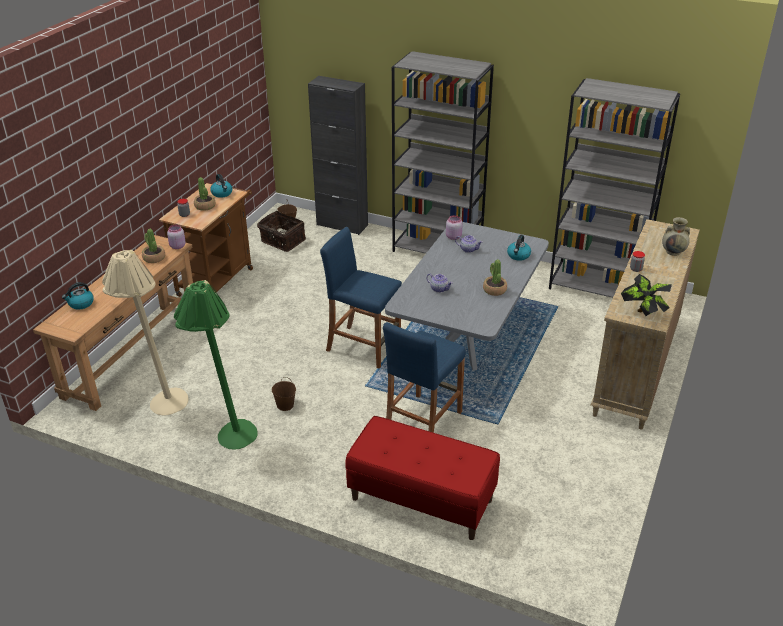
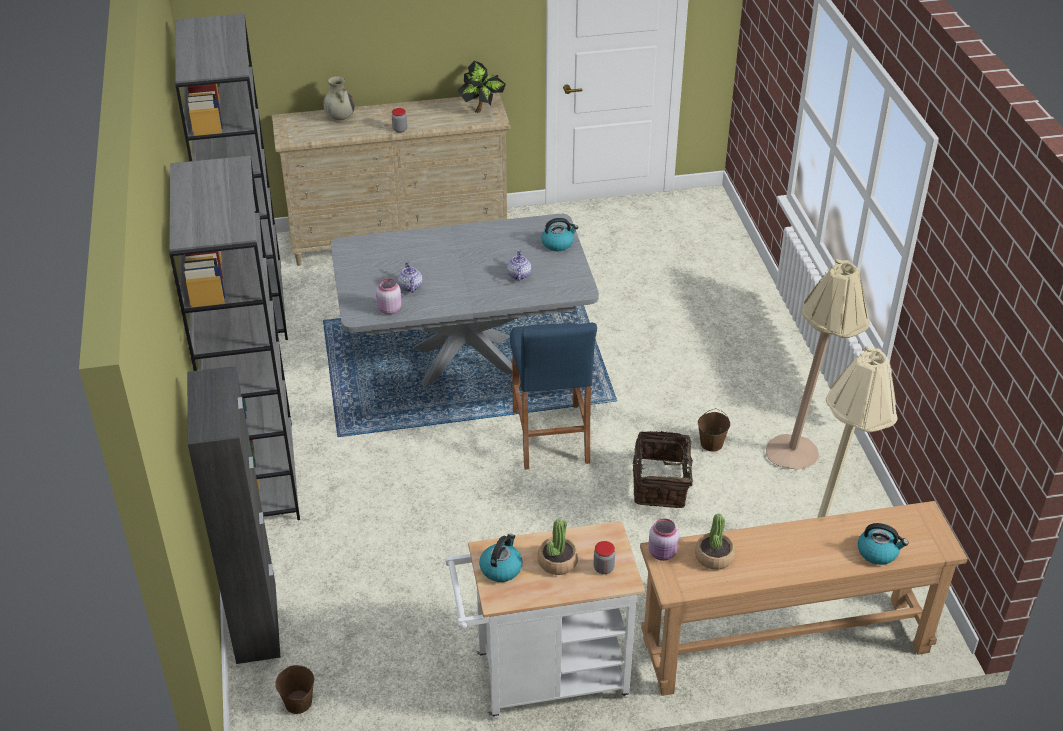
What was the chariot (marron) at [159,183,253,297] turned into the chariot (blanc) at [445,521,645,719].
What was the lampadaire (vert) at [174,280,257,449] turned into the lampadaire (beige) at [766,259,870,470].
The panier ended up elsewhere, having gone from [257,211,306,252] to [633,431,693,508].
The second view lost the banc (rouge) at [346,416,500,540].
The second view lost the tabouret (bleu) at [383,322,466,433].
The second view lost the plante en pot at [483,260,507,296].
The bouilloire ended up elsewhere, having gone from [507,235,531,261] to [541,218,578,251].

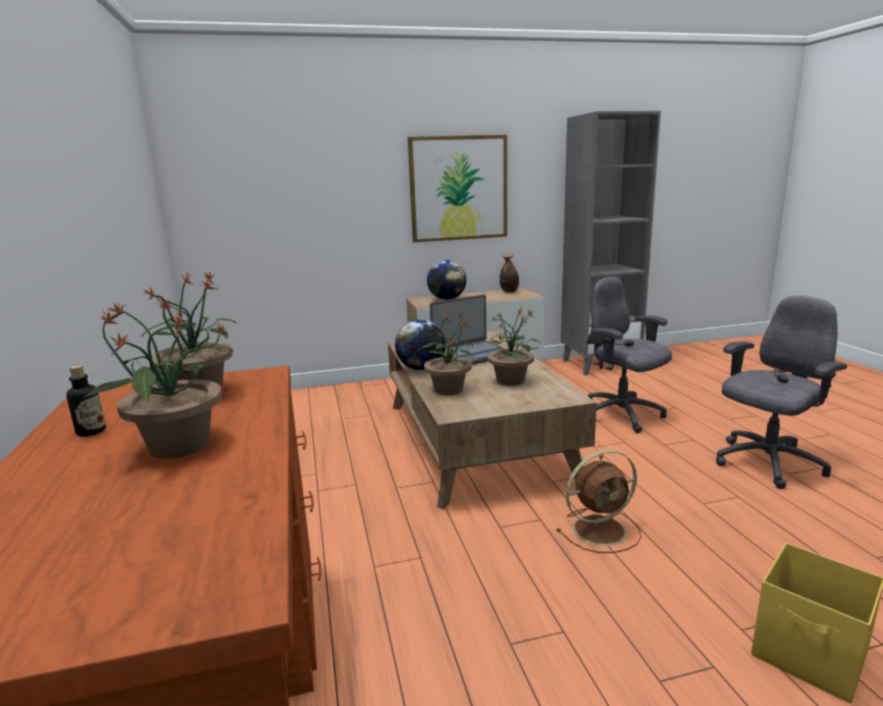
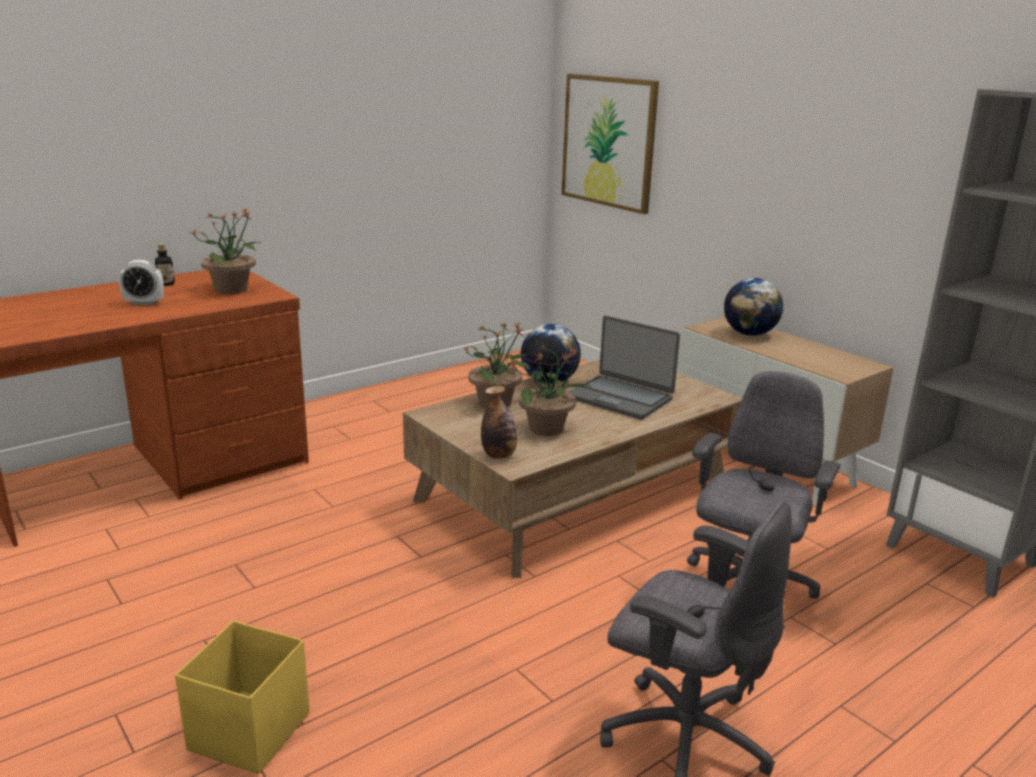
Where the plante en pot stood at [84,297,229,459], the réveil came to stand at [119,260,164,305].
The tableau ended up elsewhere, having gone from [408,135,507,242] to [562,74,659,214].
The bouteille ended up elsewhere, having gone from [500,254,519,293] to [481,386,518,459].
The second view lost the ventilateur (marron) at [557,450,641,553].

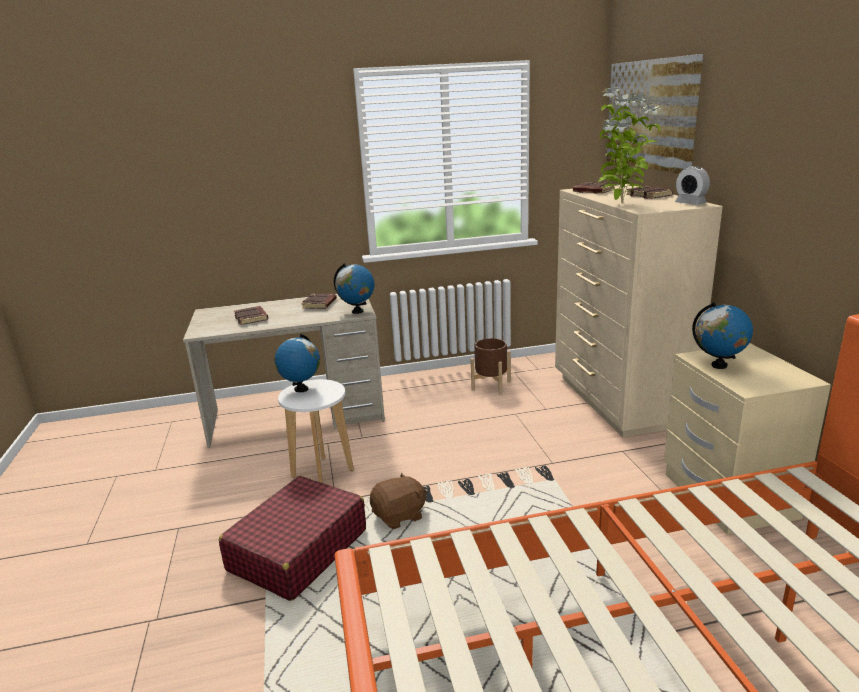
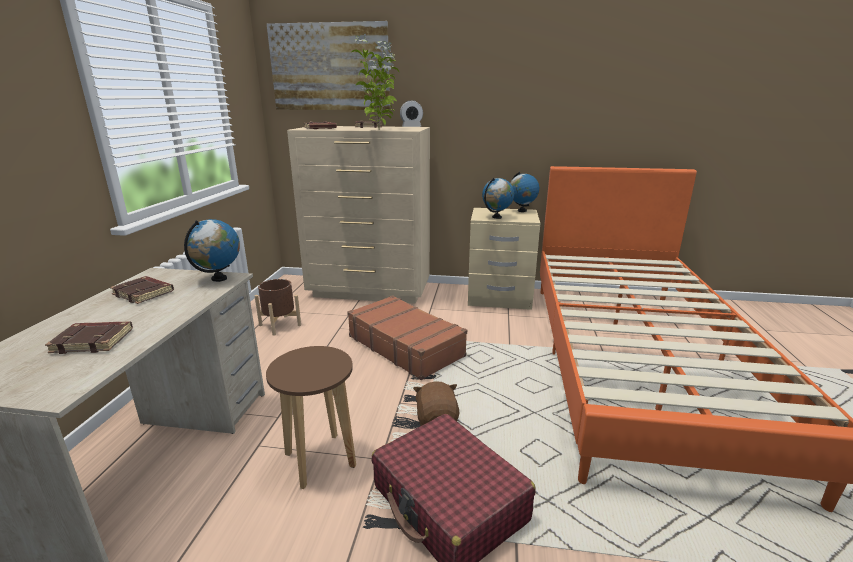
The globe ended up elsewhere, having gone from [275,334,320,392] to [510,172,539,212].
What was the tabouret (blanc) at [278,379,354,483] turned into the tabouret (marron) at [266,346,356,489].
The second view gained the valise (marron) at [347,295,467,380].

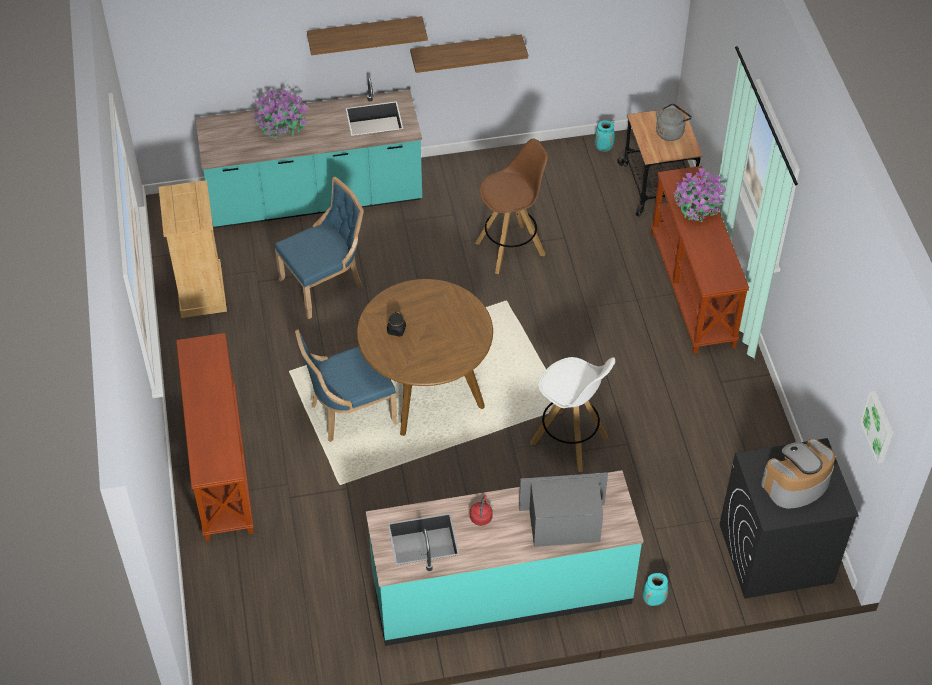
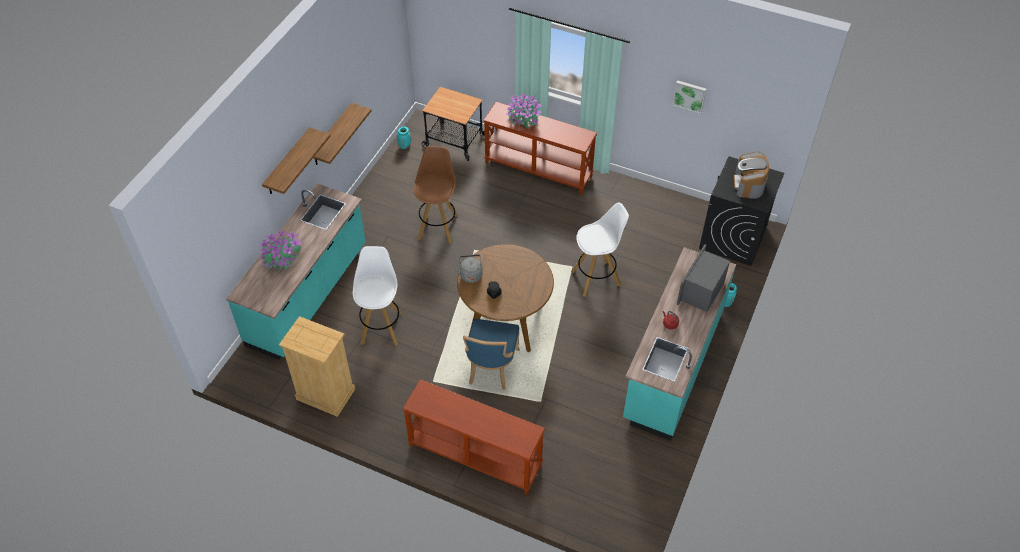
Where the chaise (bleu) stood at [275,177,364,319], the tabouret (blanc) came to stand at [353,246,402,346].
The bouilloire (gris) ended up elsewhere, having gone from [656,103,692,141] to [455,254,483,283].
The tableau ended up elsewhere, having gone from [860,391,894,463] to [672,80,707,114].

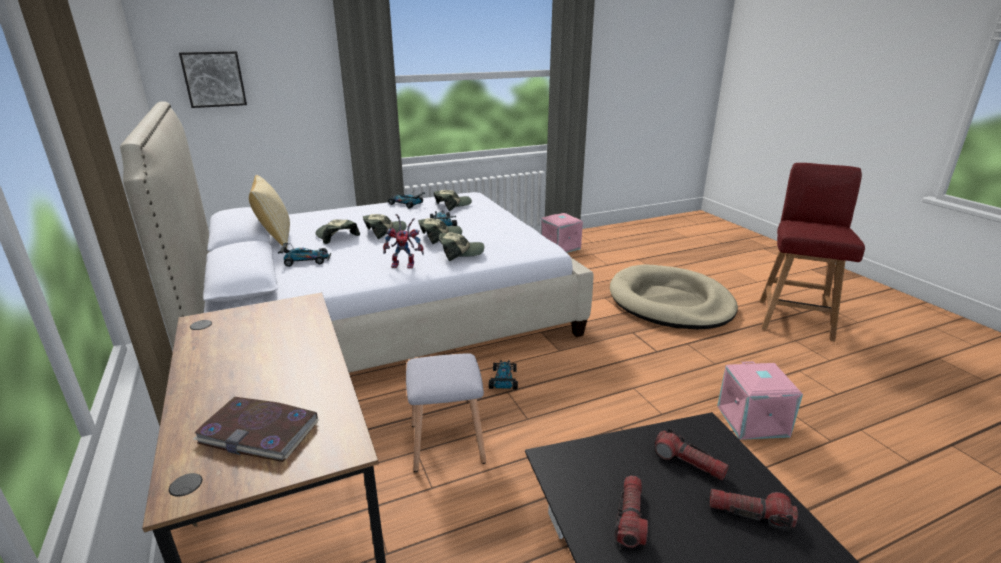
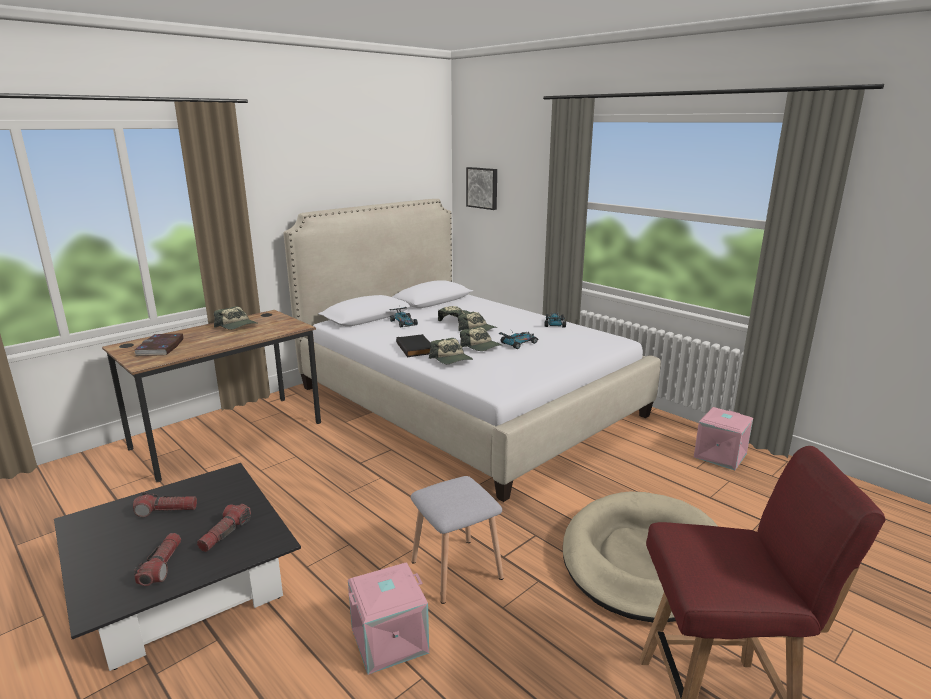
The second view lost the coussin at [249,175,290,249].
Where the robot jouet stood at [383,214,424,268], the livre (noir) came to stand at [396,334,430,357].
The tabouret (gris) ended up elsewhere, having gone from [406,353,486,472] to [411,476,504,604].
The casquette ended up elsewhere, having gone from [434,190,472,211] to [214,306,258,330].
The second view lost the petite voiture at [489,360,518,390].

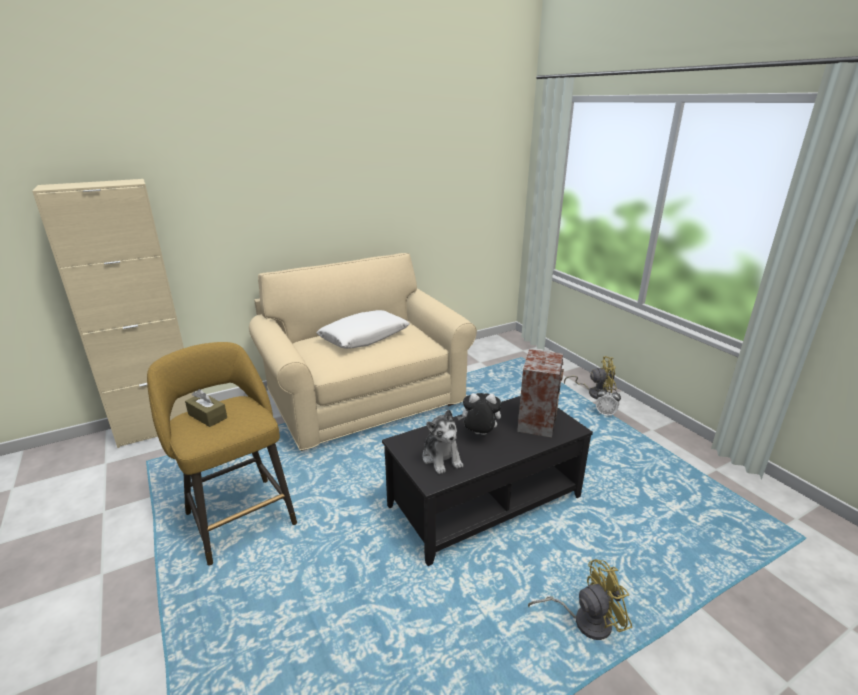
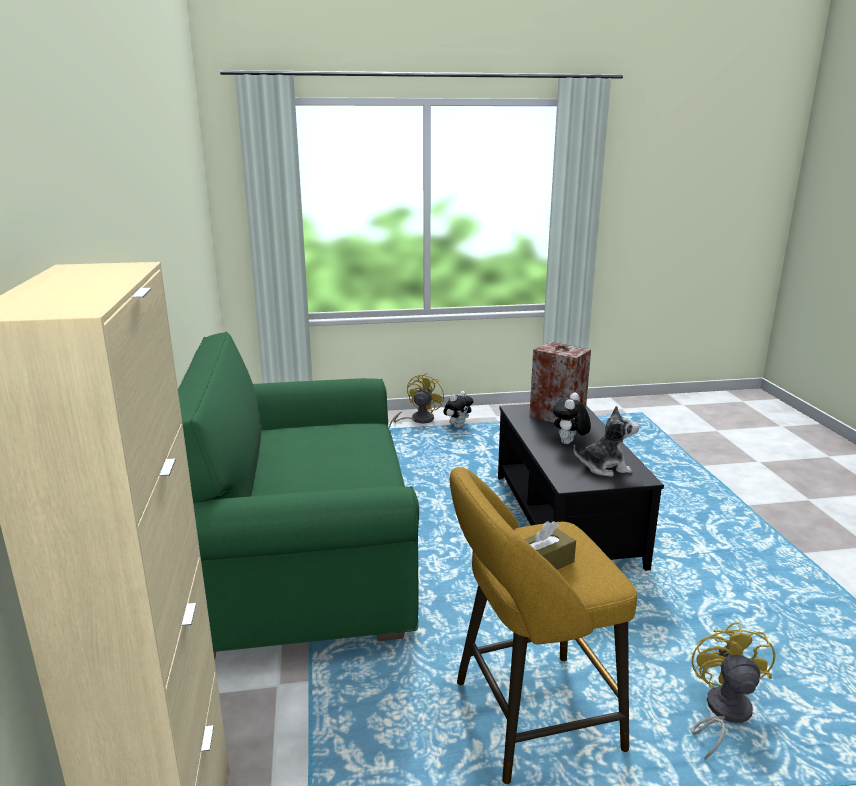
What was the canapé (beige) at [249,253,477,451] turned into the canapé (vert) at [178,331,419,660].
The second view lost the coussin (blanc) at [317,310,410,349].
The ventilateur (jaune) ended up elsewhere, having gone from [528,559,632,640] to [691,622,775,760].
Where the réveil stood at [596,387,621,417], the peluche came to stand at [443,391,473,428].

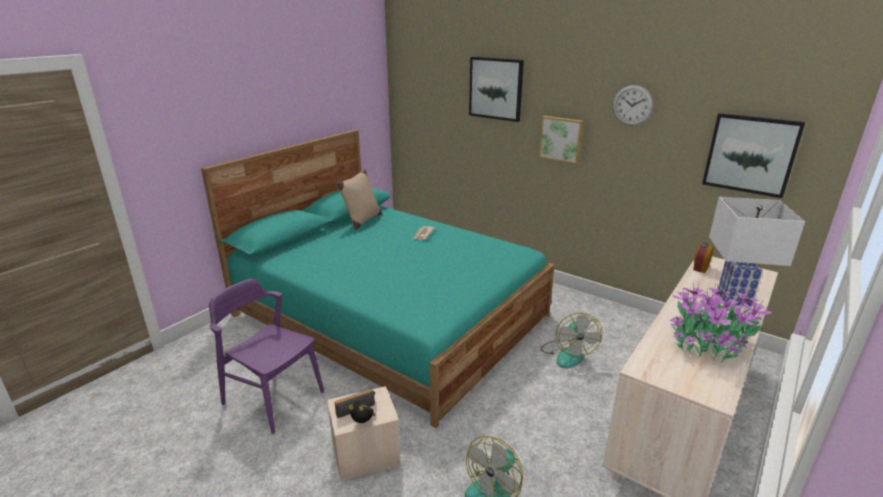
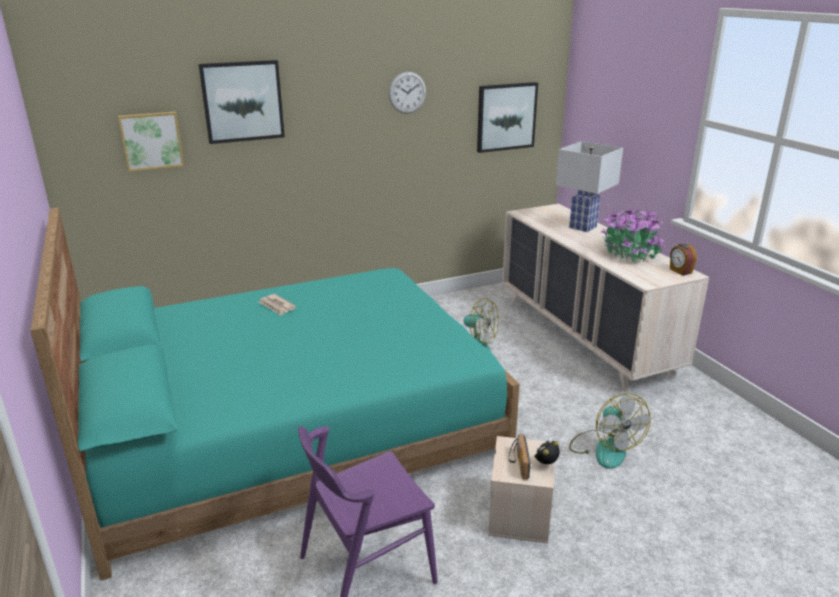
The second view lost the coussin (beige) at [336,169,382,230].
The tableau ended up elsewhere, having gone from [539,116,584,164] to [118,112,184,172].
The réveil ended up elsewhere, having gone from [693,242,714,273] to [670,244,697,276].

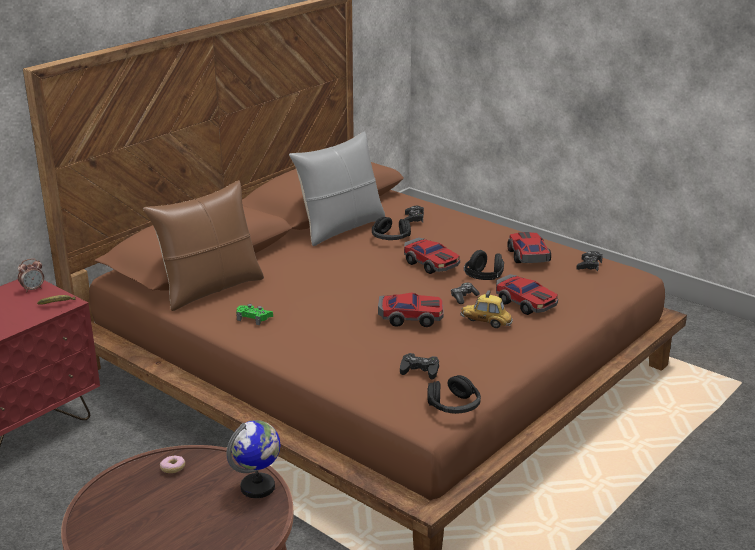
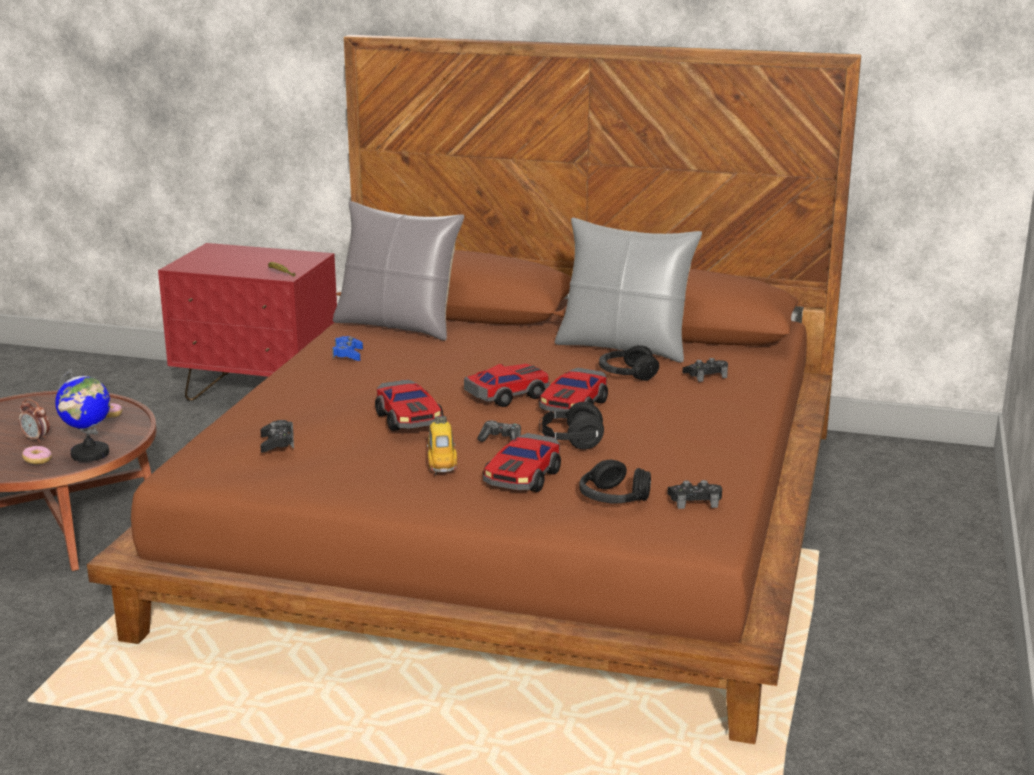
The réveil ended up elsewhere, having gone from [18,259,44,293] to [19,399,50,443].
What was the coussin (marron) at [143,180,264,311] turned into the coussin (gris) at [333,201,464,341].
What was the manette (vert) at [236,304,273,325] turned into the manette (bleu) at [332,336,363,361].
The casque audio (noir) ended up elsewhere, having gone from [427,375,481,414] to [579,460,651,504].
The petite voiture ended up elsewhere, having gone from [507,232,551,263] to [464,364,550,407].
The second view gained the beignet at [22,446,52,464].

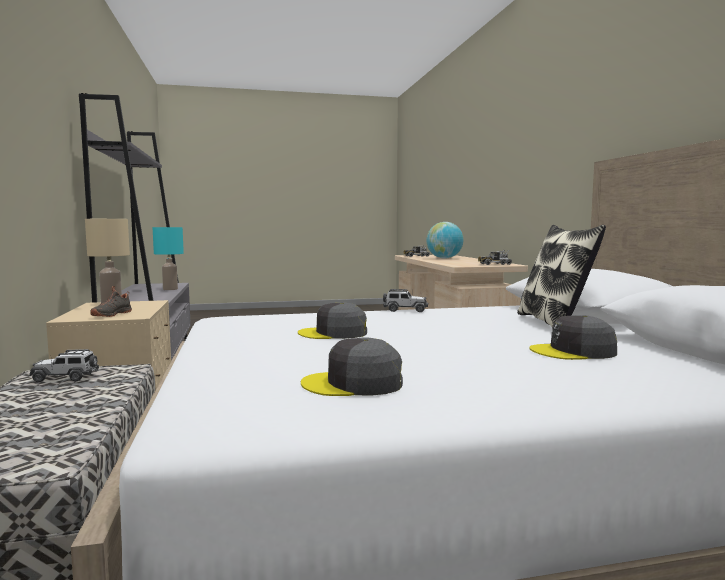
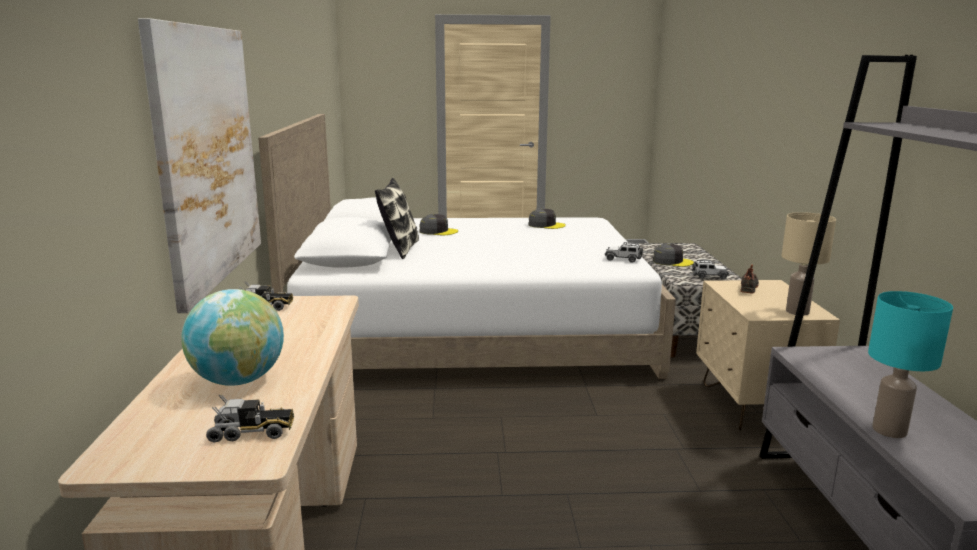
The casquette (gris) ended up elsewhere, having gone from [298,302,367,339] to [653,243,694,267].
The petite voiture ended up elsewhere, having gone from [383,289,428,312] to [605,242,643,263].
The second view gained the tableau at [138,18,261,313].

